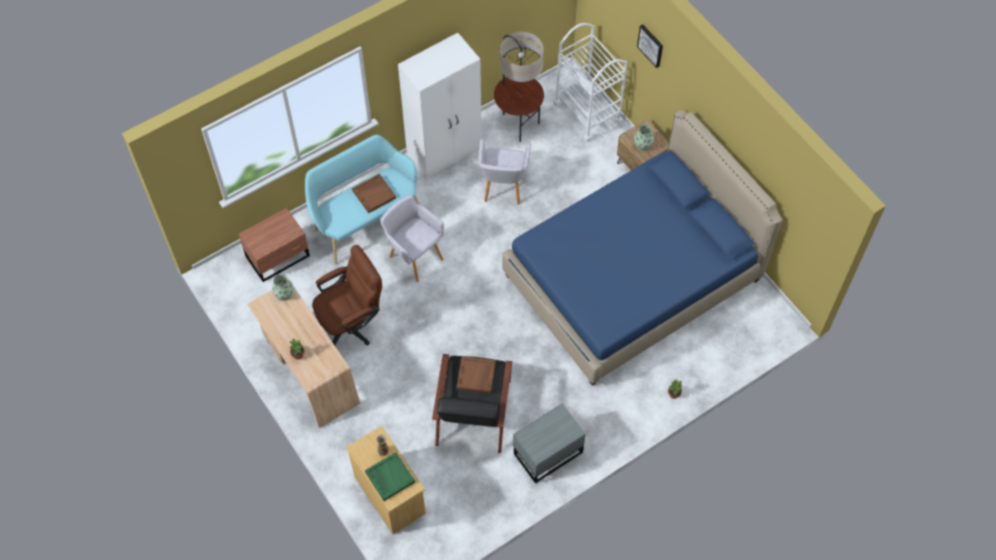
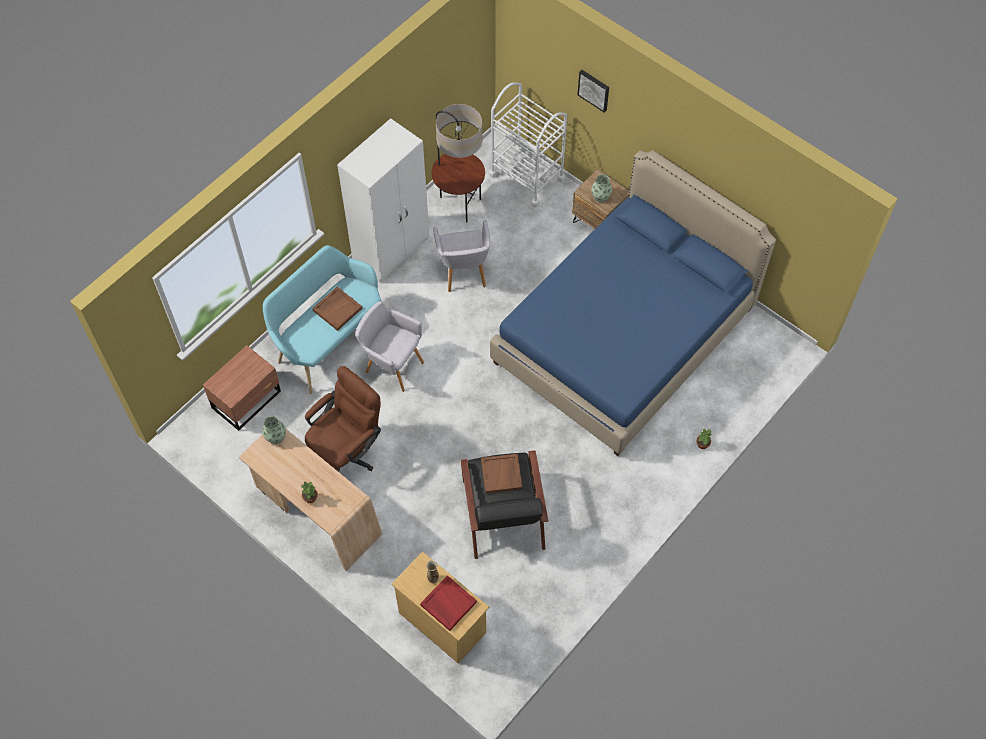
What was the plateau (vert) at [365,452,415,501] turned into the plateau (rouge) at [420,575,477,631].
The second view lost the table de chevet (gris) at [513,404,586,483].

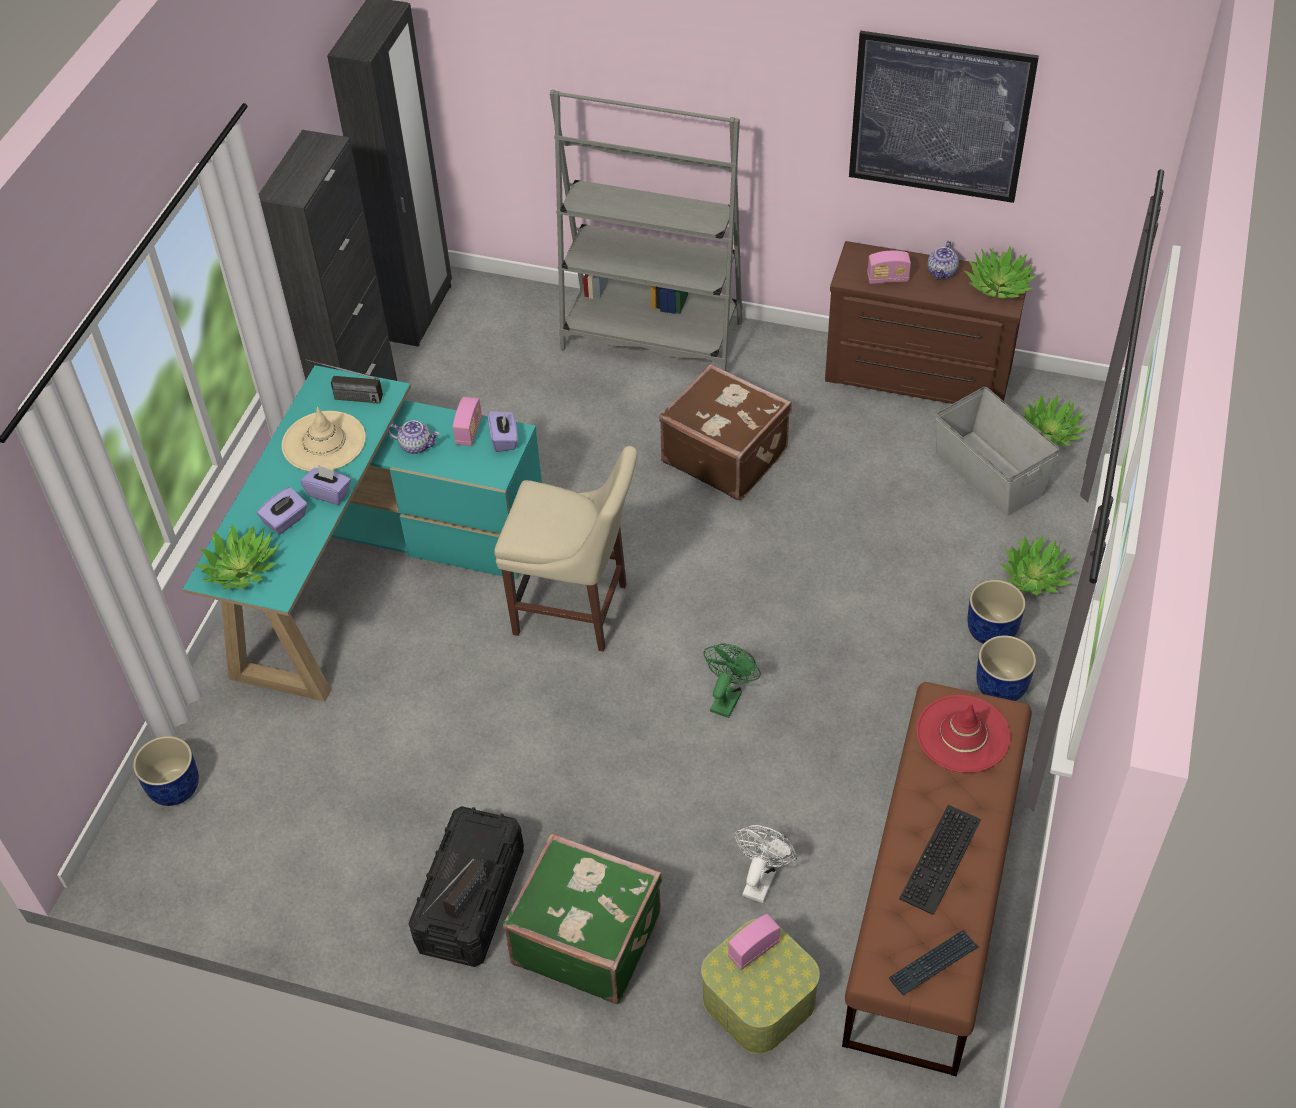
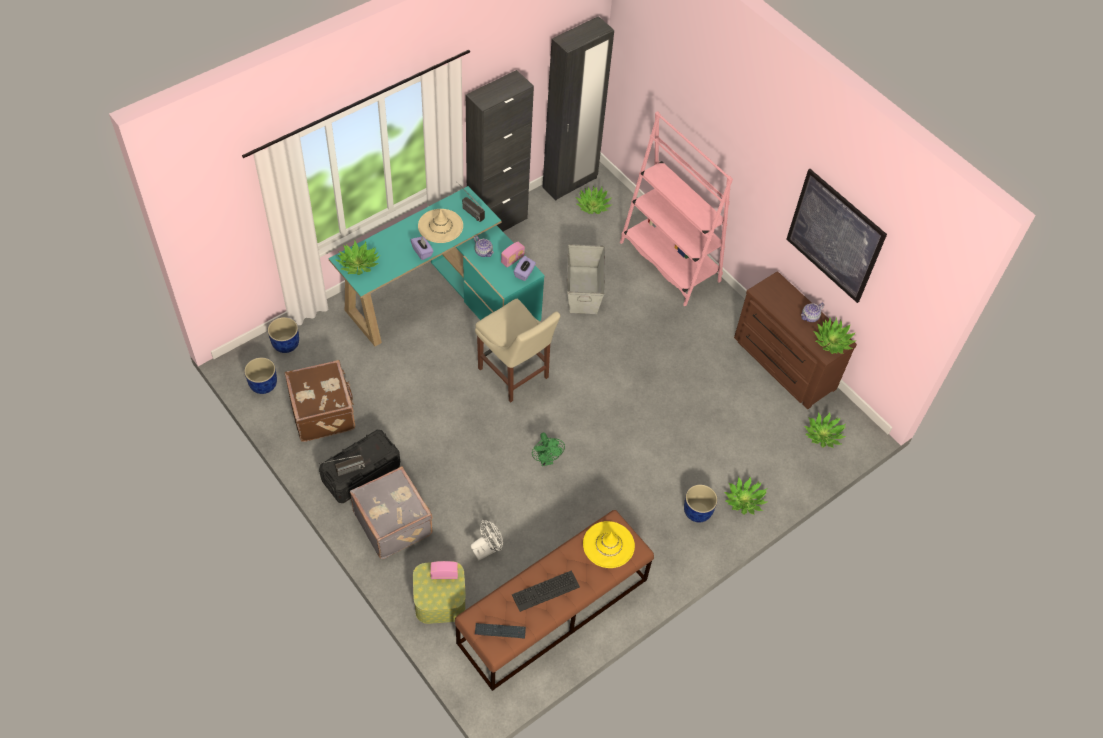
The second view lost the boîte à mouchoirs (violet) at [257,487,308,535].
What was the valise (vert) at [503,833,662,1004] turned into the valise (gris) at [350,466,433,559].
What was the bibliothèque (gris) at [550,89,742,371] turned into the bibliothèque (rose) at [620,111,733,306].
The valise (marron) ended up elsewhere, having gone from [659,364,792,501] to [285,360,355,442].
The ventilateur (vert) at [704,643,761,718] ended up facing another way, 105 degrees clockwise from before.
The second view lost the radio at [867,251,911,284].
What was the chapeau (rouge) at [916,695,1011,773] turned into the chapeau (jaune) at [583,521,635,568].
The boîte de rangement (gris) ended up elsewhere, having gone from [936,387,1060,516] to [567,244,605,314].
The cache-pot (bleu) ended up elsewhere, having gone from [976,636,1036,701] to [244,357,277,394].
The second view gained the plante en pot at [576,186,613,214].

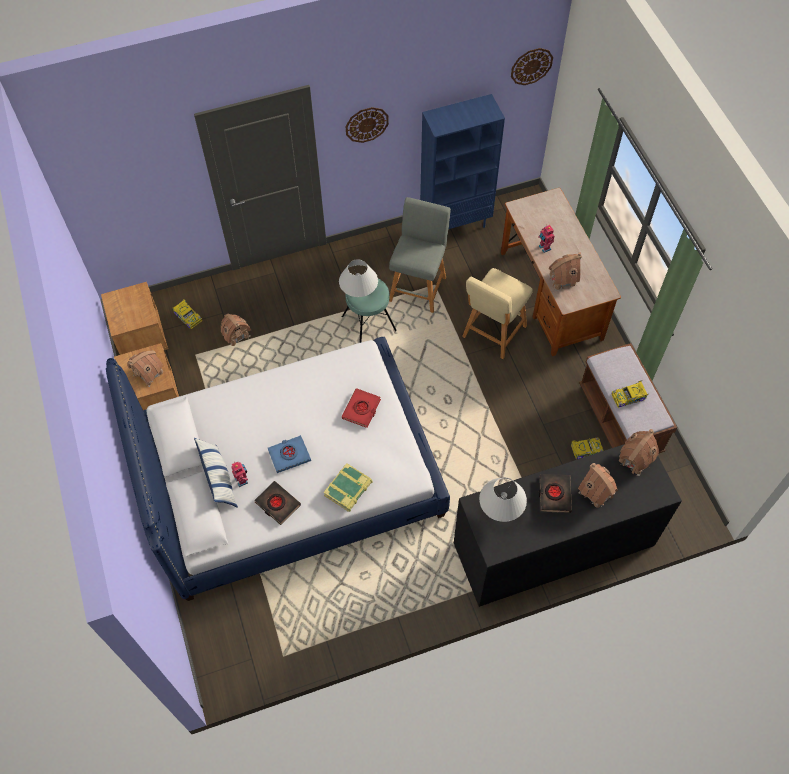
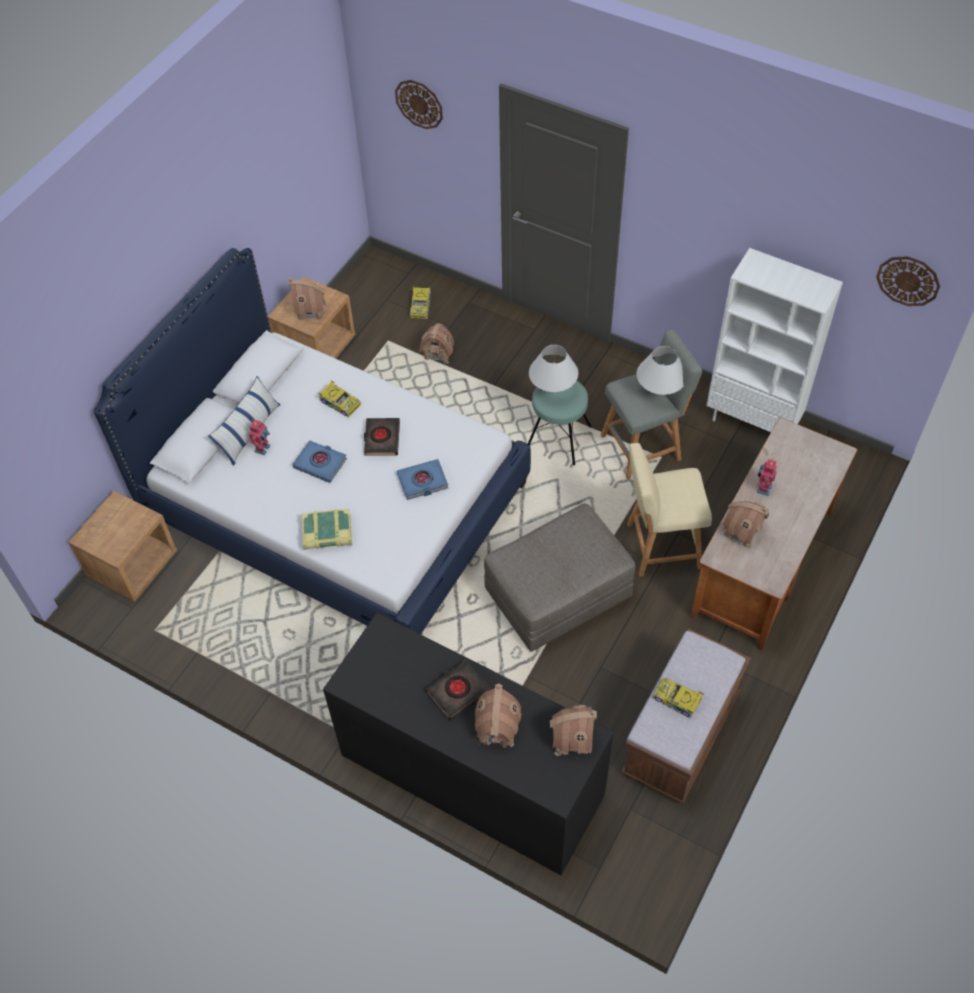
The table de chevet (marron) ended up elsewhere, having gone from [101,282,168,355] to [68,491,177,602].
The livre (noir) ended up elsewhere, having gone from [254,481,301,525] to [364,418,400,456].
What was the livre (rouge) at [342,388,381,428] turned into the livre (bleu) at [397,459,448,500].
The horloge murale ended up elsewhere, having gone from [346,107,389,143] to [395,80,443,129].
What was the bibliothèque (bleu) at [420,94,505,229] turned into the bibliothèque (blanc) at [706,248,843,432].
The lampe de table (blanc) ended up elsewhere, having gone from [479,478,527,522] to [637,346,684,395].
The petite voiture ended up elsewhere, having gone from [571,438,604,459] to [318,380,361,417].
The second view gained the pouf (gris) at [484,504,635,652].

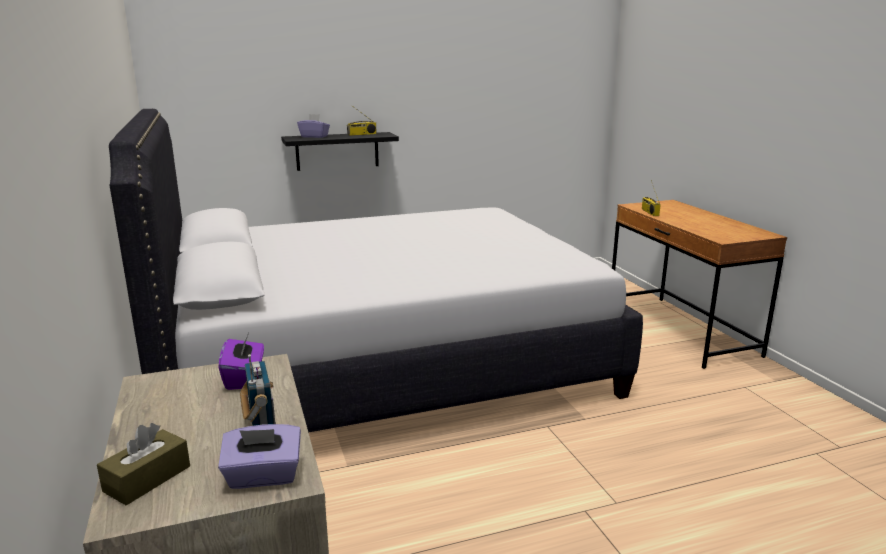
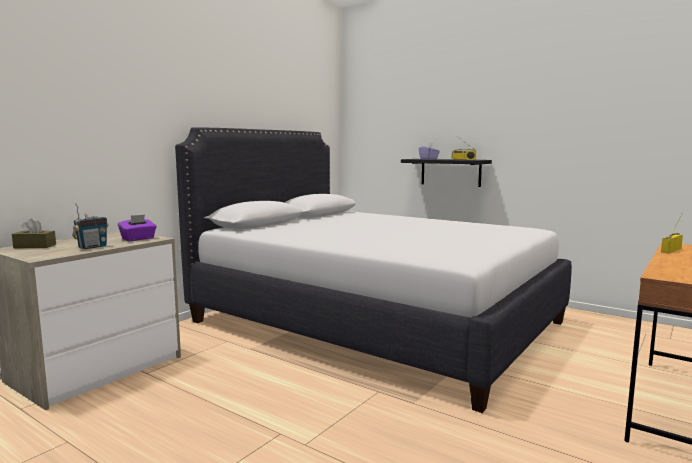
The second view lost the boîte à mouchoirs (violet) at [218,424,301,489].

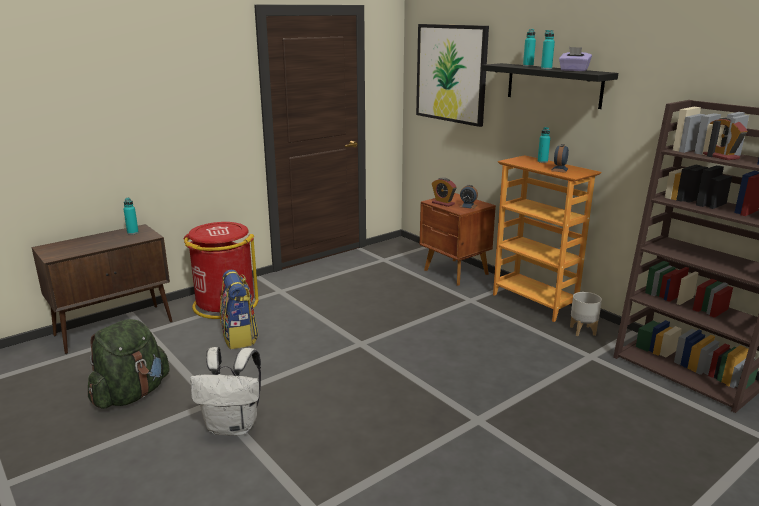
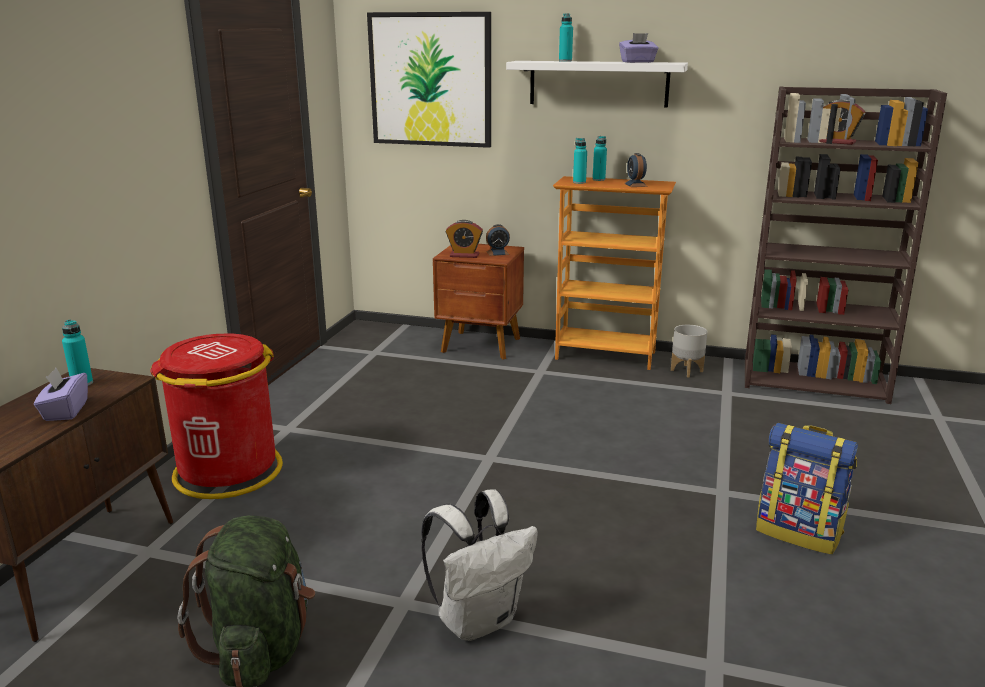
The sac à dos ended up elsewhere, having gone from [220,270,259,349] to [756,423,858,555].
What was the étagère (noir) at [482,63,618,109] turned into the étagère (blanc) at [506,61,688,108].
The bouteille (turquoise) ended up elsewhere, having gone from [541,30,555,69] to [573,138,587,184].
The second view gained the boîte à mouchoirs (violet) at [34,368,88,421].

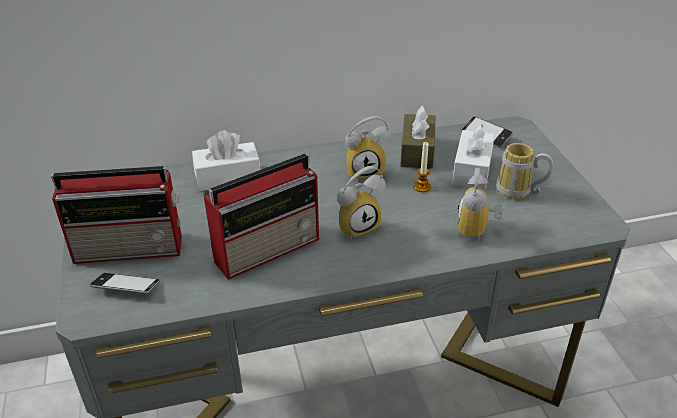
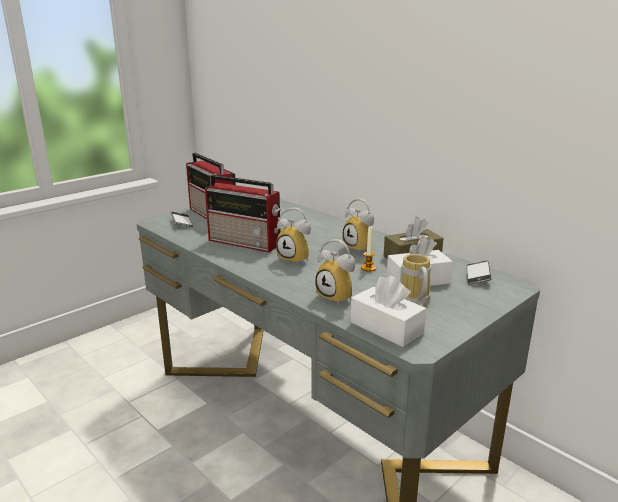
The boîte à mouchoirs (blanc) ended up elsewhere, having gone from [192,130,261,191] to [351,276,426,347].
The réveil at [458,168,505,242] ended up facing another way, 120 degrees counterclockwise from before.

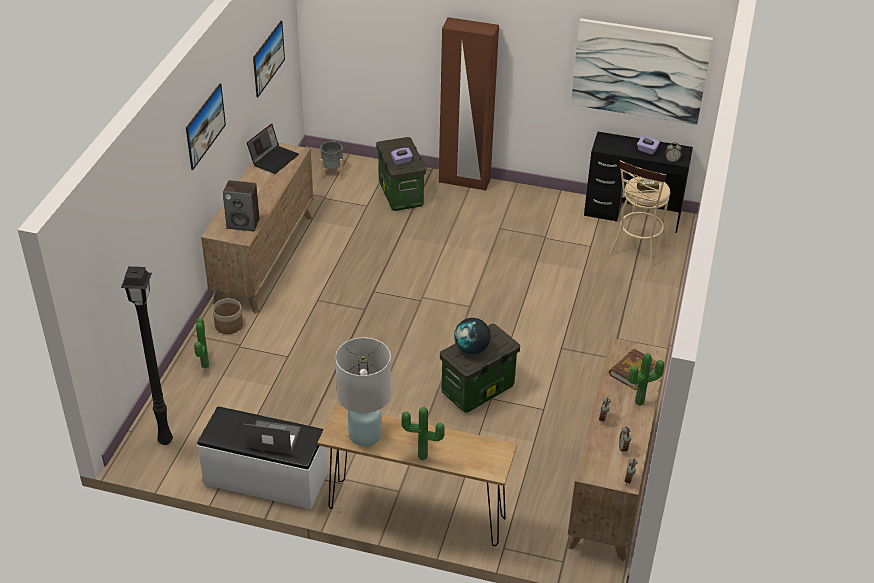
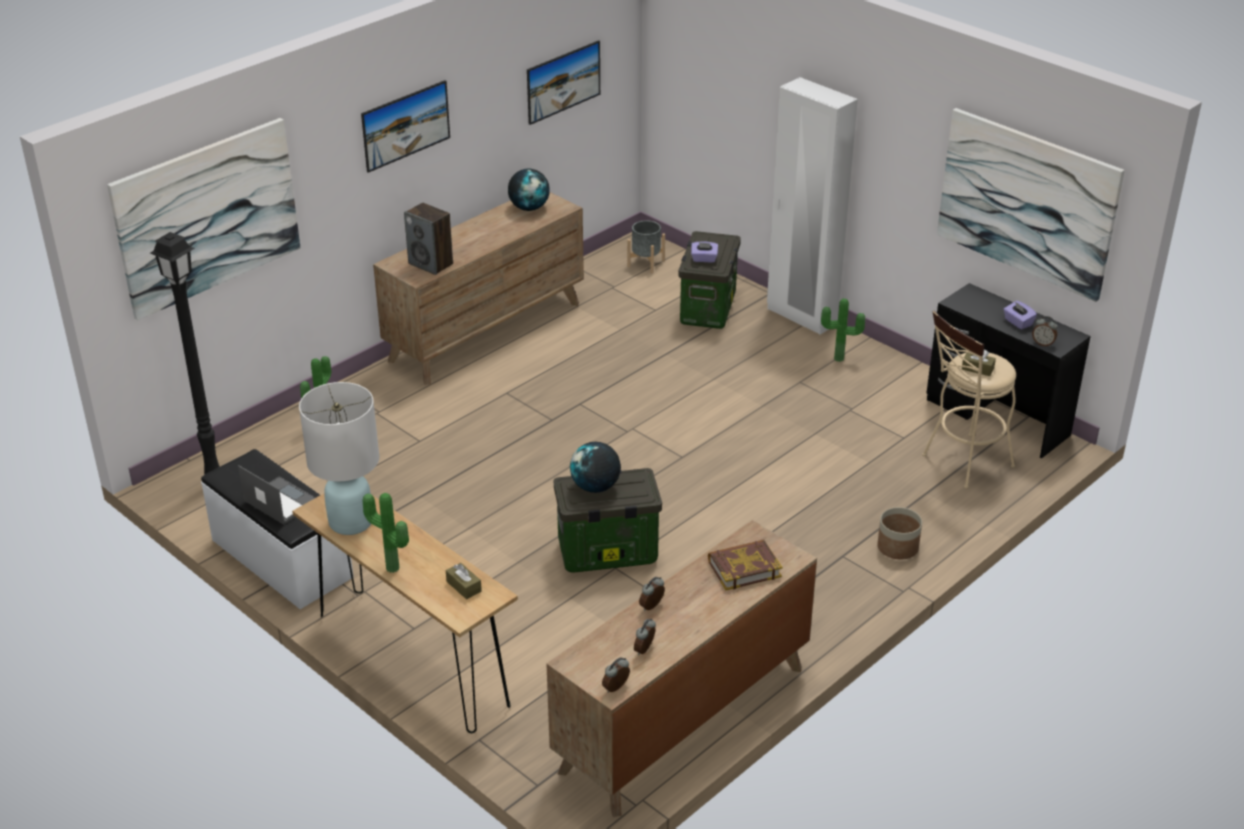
The cache-pot ended up elsewhere, having gone from [213,298,243,334] to [877,507,922,559].
Where the ordinateur portable stood at [247,124,299,174], the globe came to stand at [508,169,550,211].
What was the armoire (marron) at [439,17,499,191] turned into the armoire (blanc) at [767,77,858,335].
The plante en pot ended up elsewhere, having gone from [628,353,664,406] to [821,298,865,362].
The second view gained the tableau at [107,118,300,320].
The second view gained the boîte à mouchoirs (marron) at [446,563,482,599].

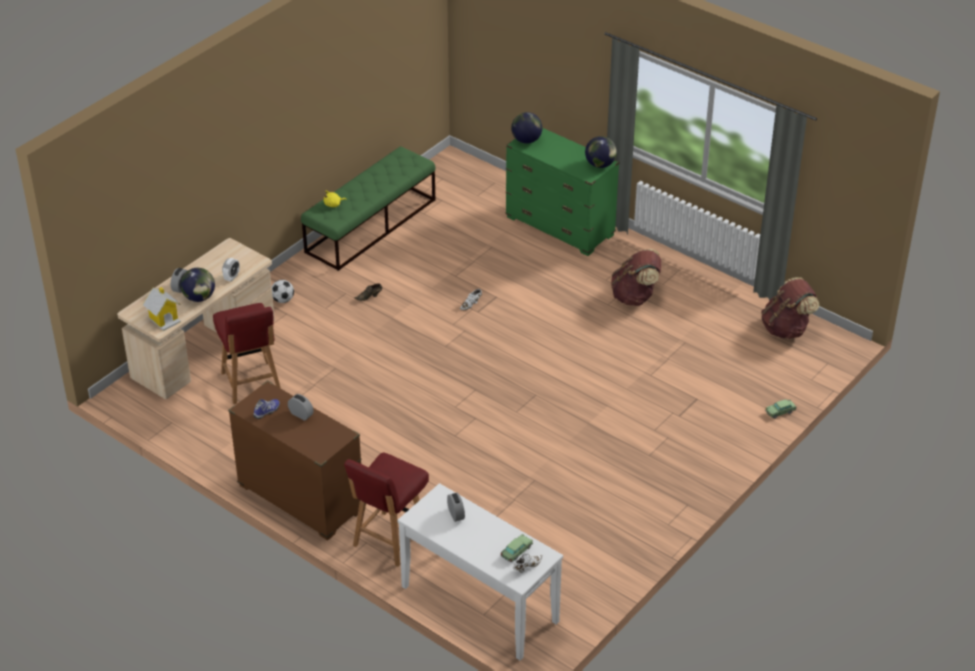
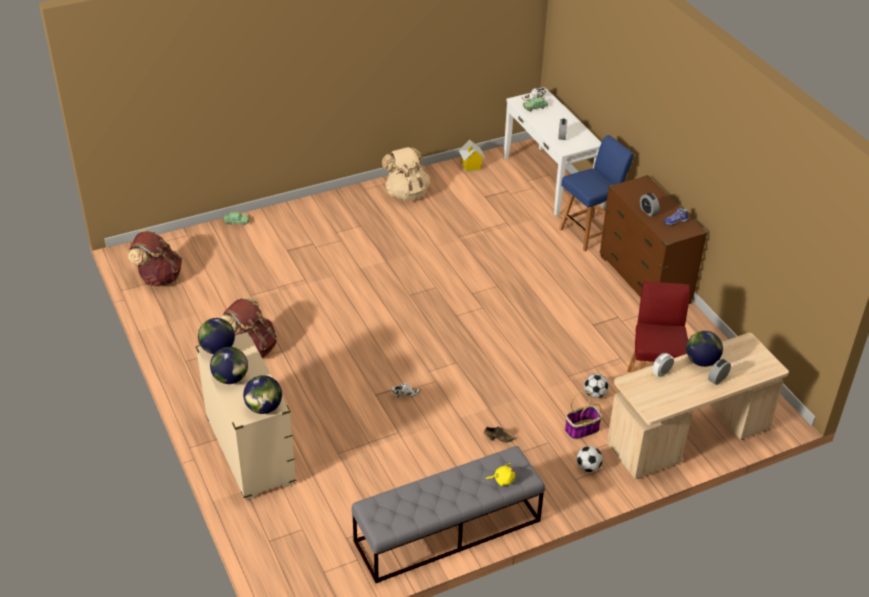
The maison miniature ended up elsewhere, having gone from [143,287,181,331] to [459,140,485,172].
What was the banc (vert) at [301,146,436,271] turned into the banc (gris) at [352,446,545,583].
What was the chaise (rouge) at [344,452,429,567] turned into the chaise (bleu) at [559,135,634,252].
What was the commode (vert) at [505,128,620,256] turned into the commode (beige) at [196,331,296,501].
The second view gained the globe at [210,347,248,384].
The second view gained the sac à dos (beige) at [382,147,430,201].
The second view gained the panier at [565,390,602,439].
The second view gained the ballon de foot at [584,374,609,398].

